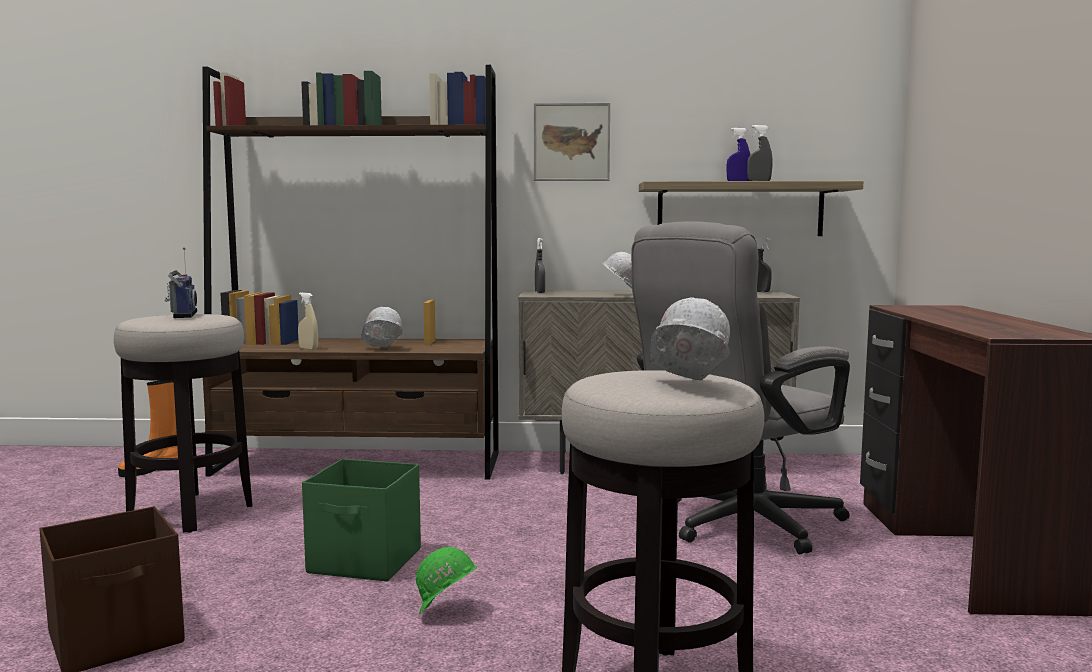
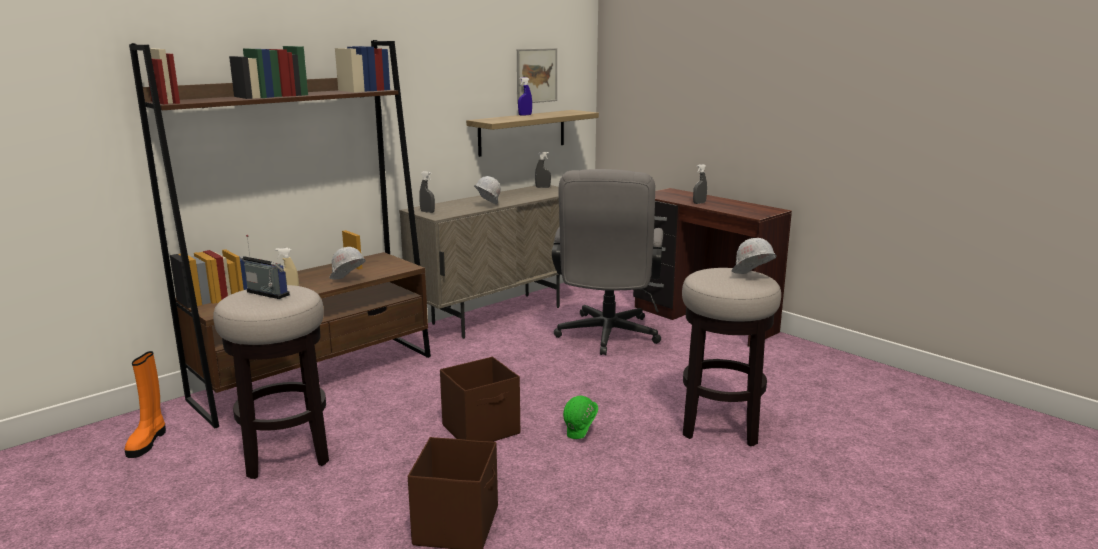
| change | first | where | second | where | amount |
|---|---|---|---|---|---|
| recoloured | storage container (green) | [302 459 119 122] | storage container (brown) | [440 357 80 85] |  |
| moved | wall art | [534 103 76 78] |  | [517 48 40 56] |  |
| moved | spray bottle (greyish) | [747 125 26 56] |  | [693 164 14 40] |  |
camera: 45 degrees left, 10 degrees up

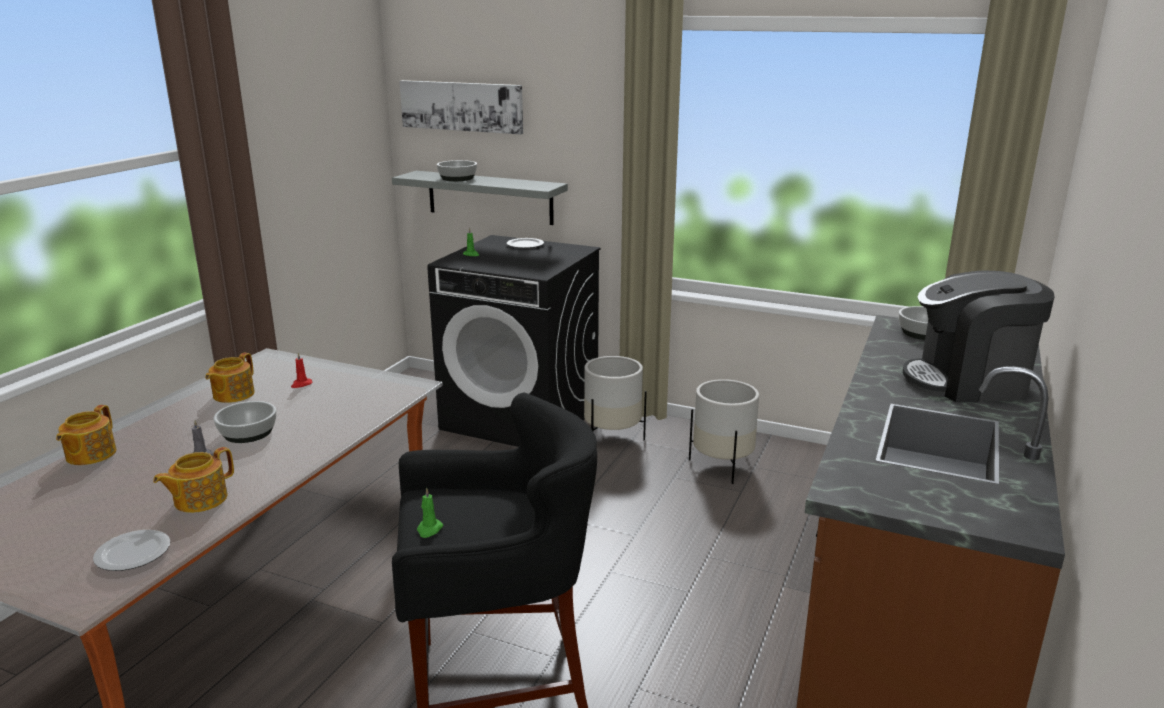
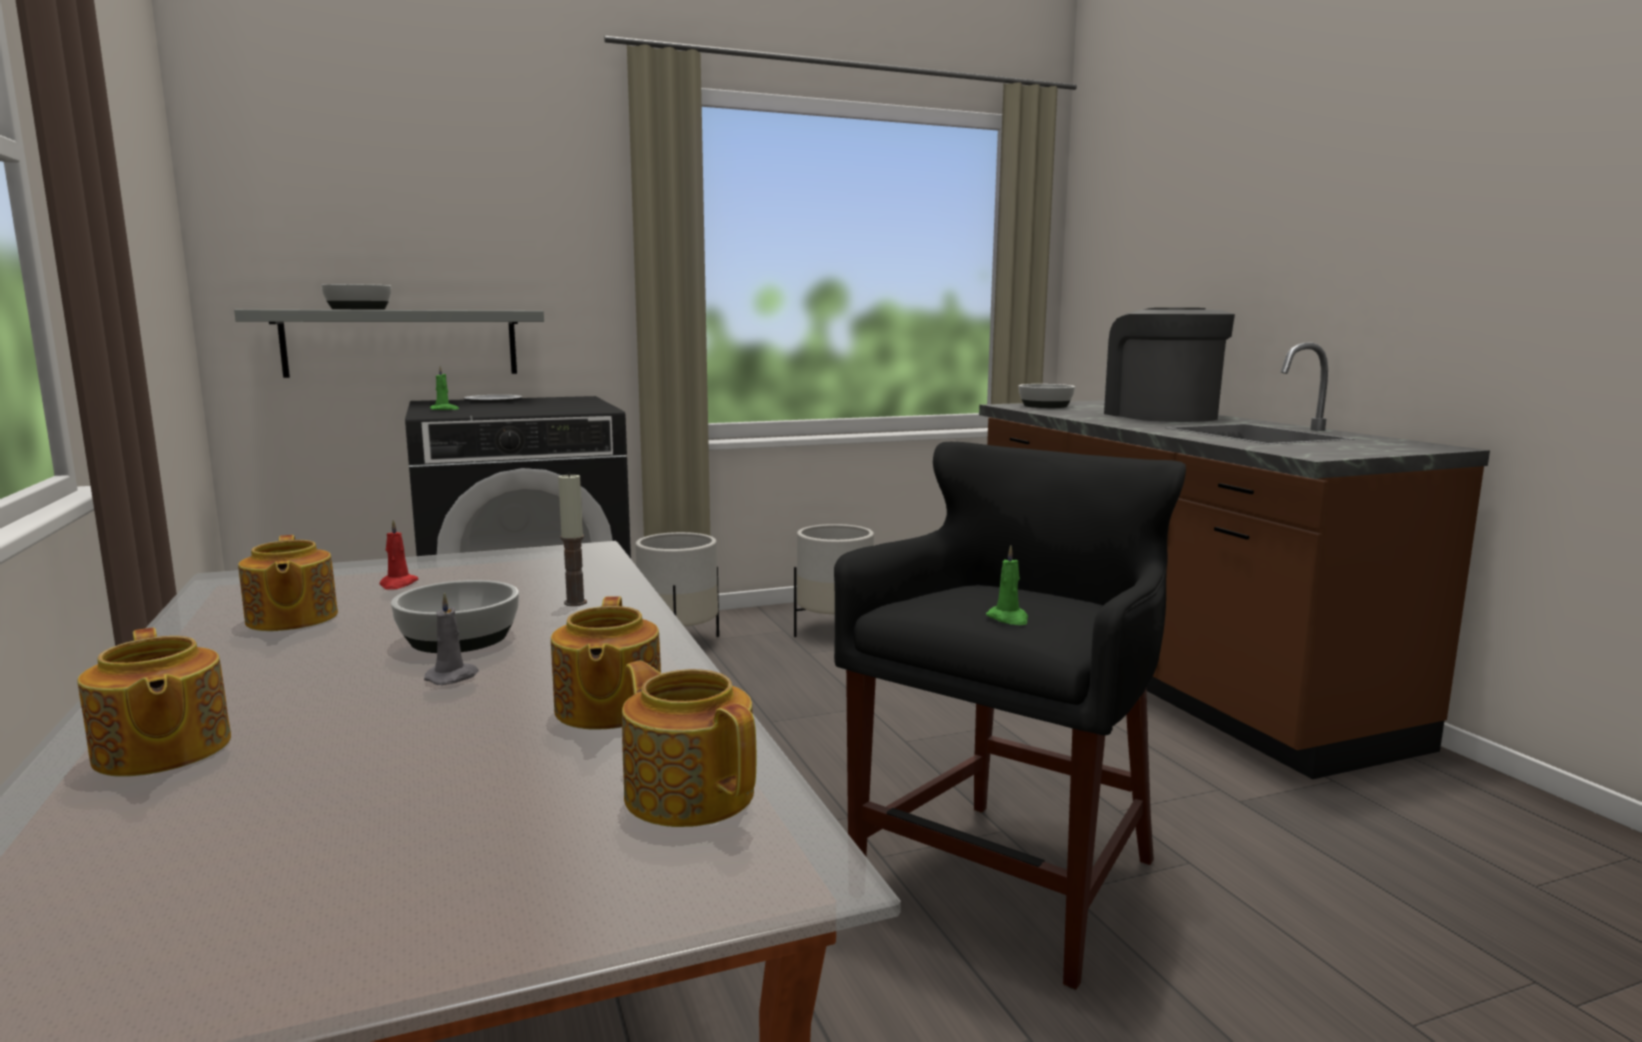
| change | first | where | second | where | amount |
|---|---|---|---|---|---|
| replaced | flat dish | [93 530 77 41] | tea pot | [622 661 135 166] |  |
| removed | wall art | [399 80 124 54] |  |  |  |
| turned | coffee maker | [903 271 152 132] |  | [1104 308 131 114] | 120 degrees clockwise |
| added |  |  | candle | [558 472 29 134] |  |
camera: 45 degrees left, 10 degrees down

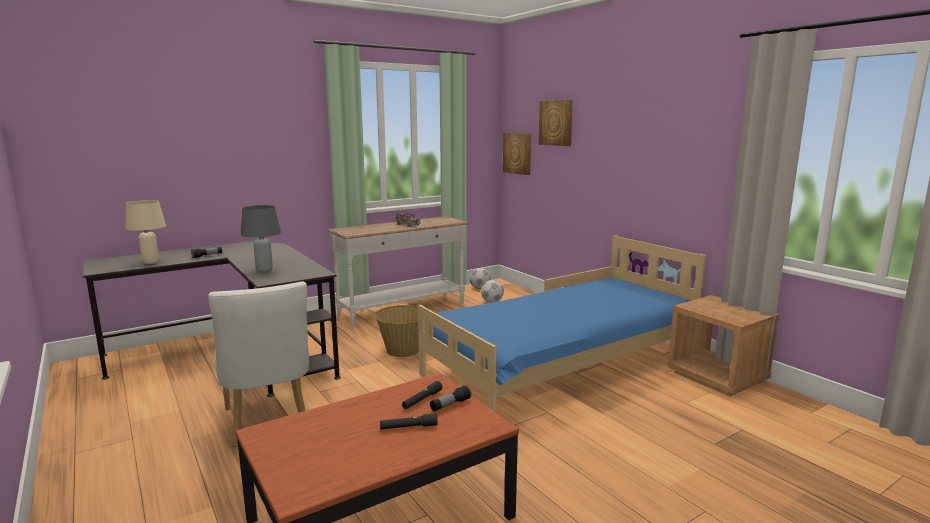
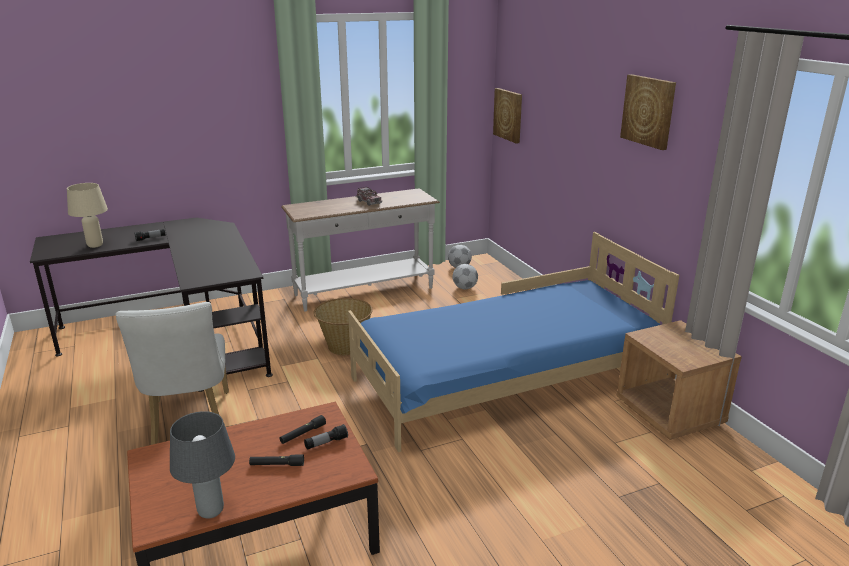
| change | first | where | second | where | amount |
|---|---|---|---|---|---|
| moved | tabletop lamp (greyish) | [241 205 40 68] |  | [170 411 65 107] |  |
| moved | wall art | [539 100 34 46] |  | [620 74 56 76] |  |
camera: 10 degrees right, 10 degrees up

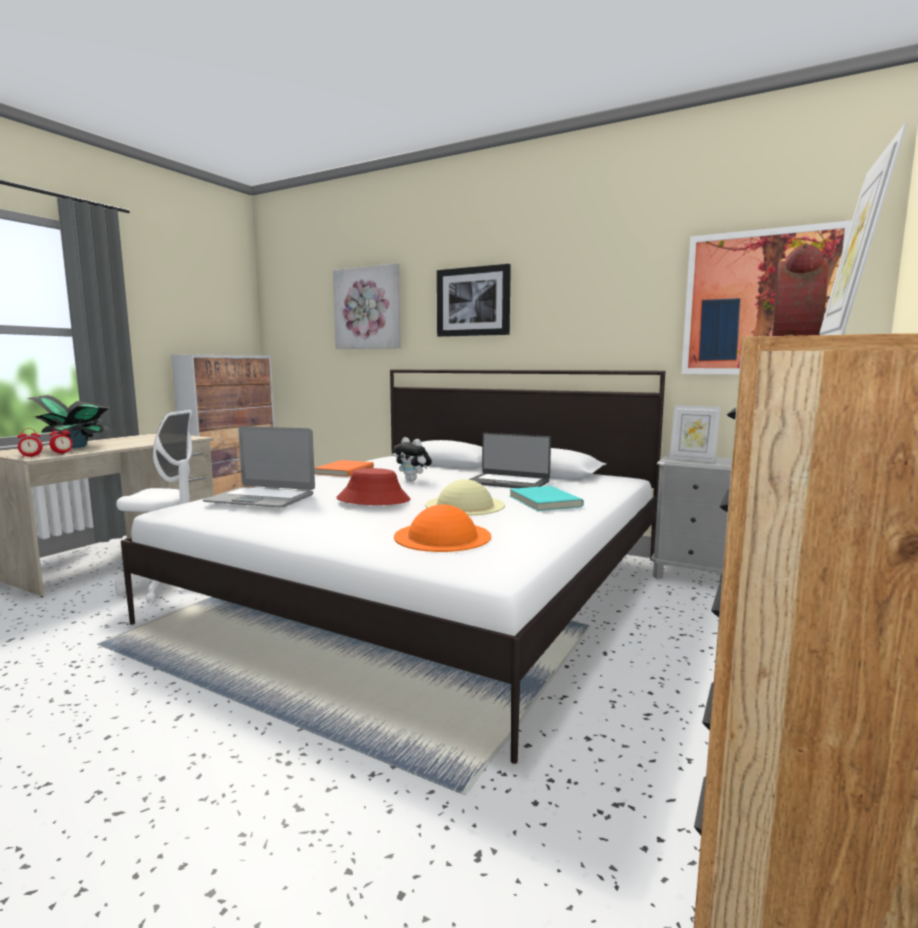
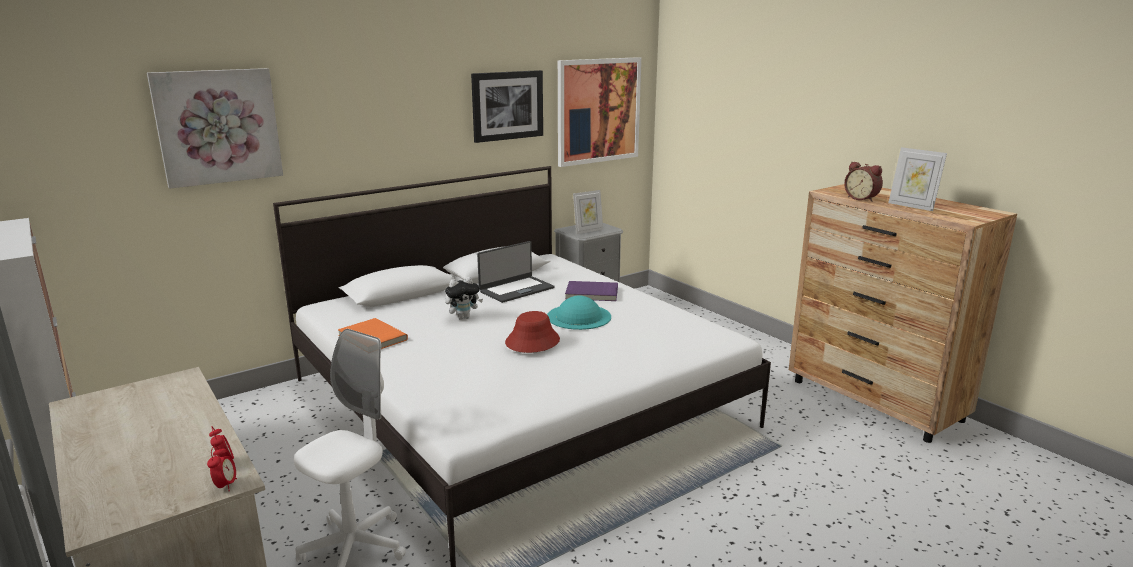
| change | first | where | second | where | amount |
|---|---|---|---|---|---|
| removed | plant in a pot | [27 395 84 53] |  |  |  |
| removed | laptop | [203 426 112 81] |  |  |  |
| removed | clothing hat (orangey) | [394 504 97 48] |  |  |  |
| recoloured | clothing hat (sand-coloured) | [425 479 80 37] | clothing hat (blue-green) | [547 296 64 34] |  |
| moved | wall art | [437 264 74 73] |  | [471 70 72 73] |  |
| recoloured | bound book (blue-green) | [510 486 74 25] | bound book (purplish) | [565 281 53 20] |  |
camera: 65 degrees left, 10 degrees up

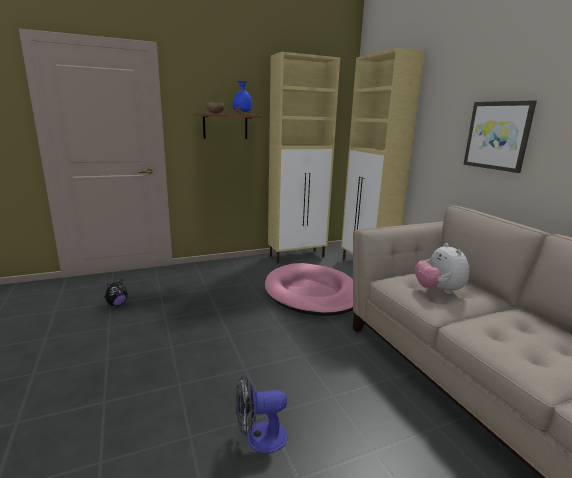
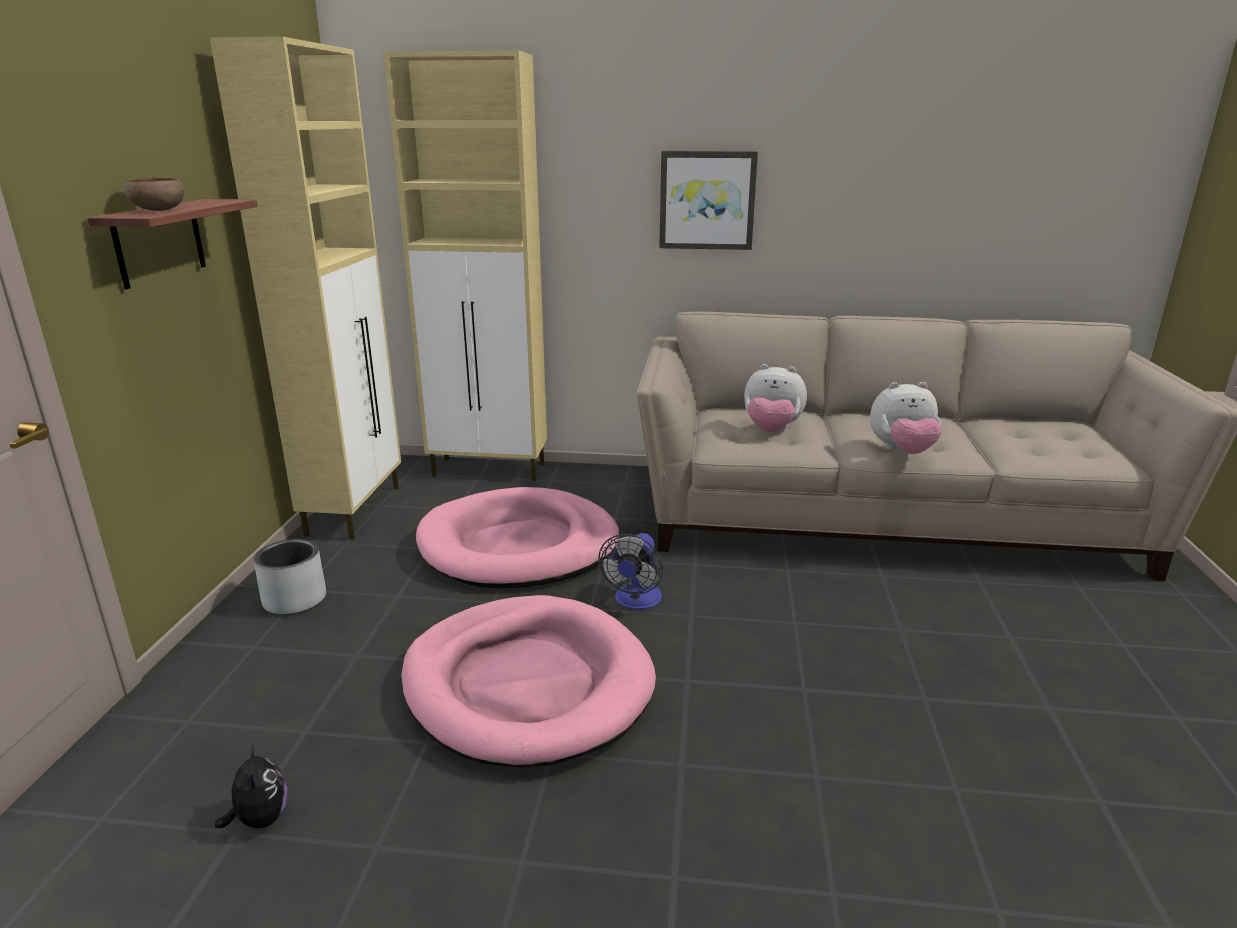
| change | first | where | second | where | amount |
|---|---|---|---|---|---|
| removed | flower vase (bluish) | [233 81 20 33] |  |  |  |
| moved | fan | [235 375 52 78] |  | [598 533 65 77] |  |
| added |  |  | flower pot (greyish) | [253 539 73 76] |  |
| added |  |  | dog cushion (pinkish) | [401 595 255 173] |  |
| added |  |  | cuddly toy | [870 382 72 72] |  |
camera: 60 degrees left, 5 degrees up

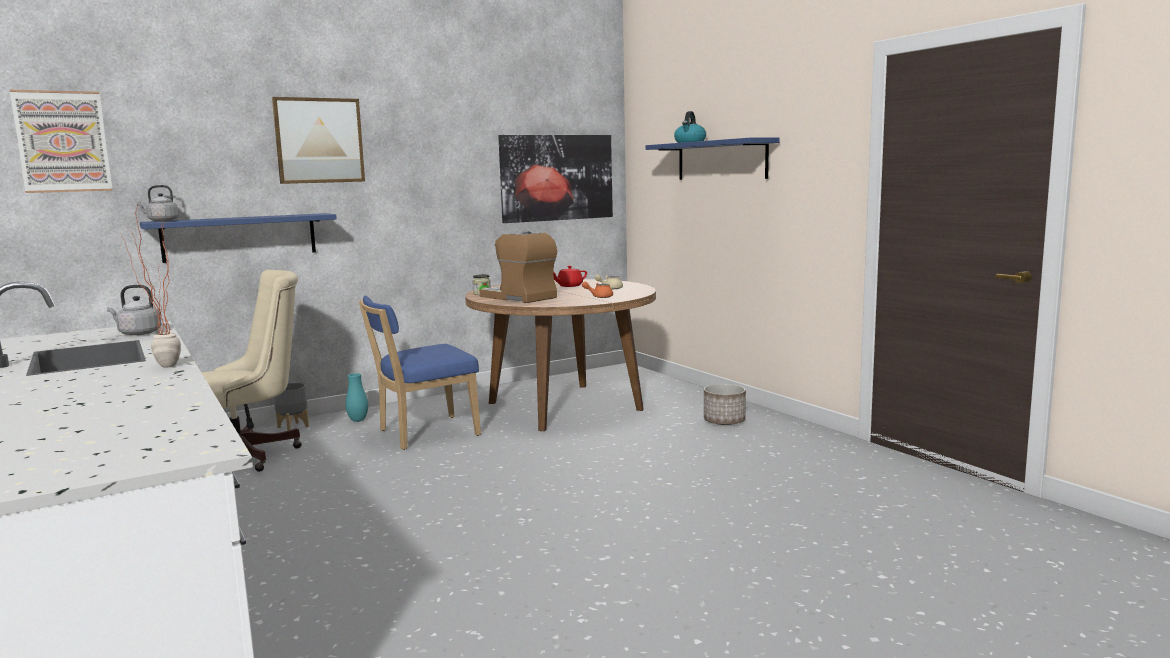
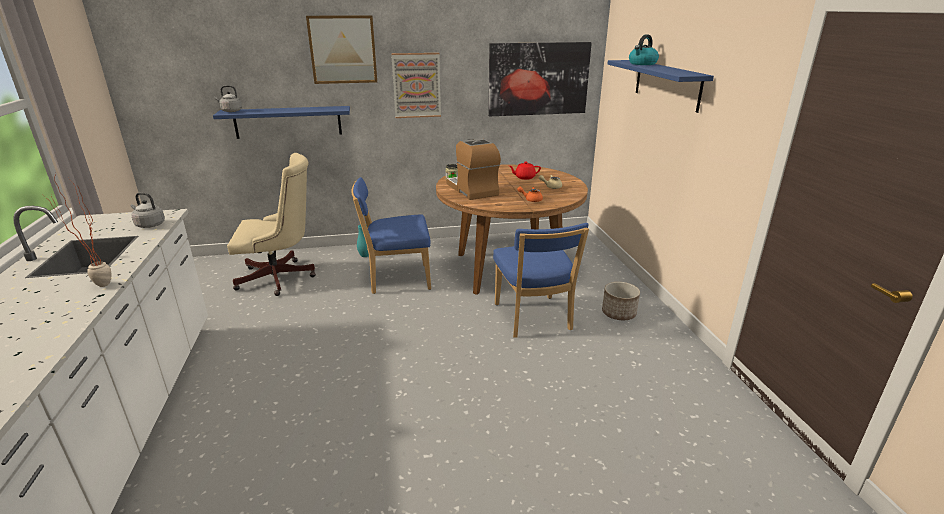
| change | first | where | second | where | amount |
|---|---|---|---|---|---|
| moved | wall art | [10 90 103 103] |  | [391 53 50 65] |  |
| removed | flower pot (greyish) | [274 383 35 48] |  |  |  |
| added |  |  | plain chair (bluish) | [493 223 96 115] |  |
camera: 20 degrees right, 15 degrees up

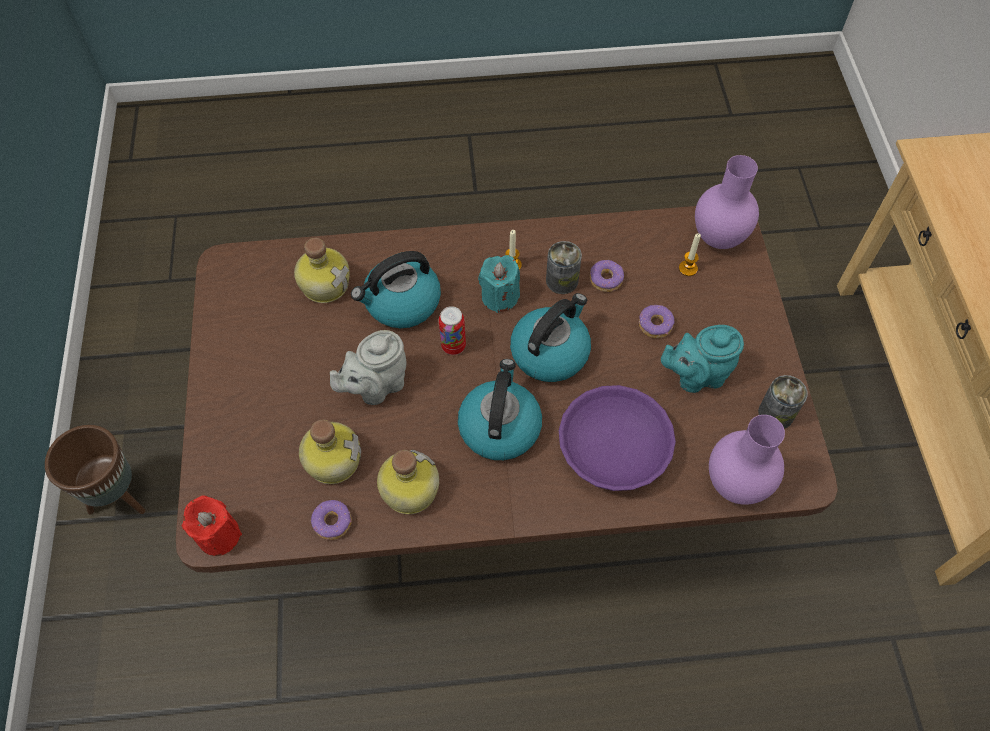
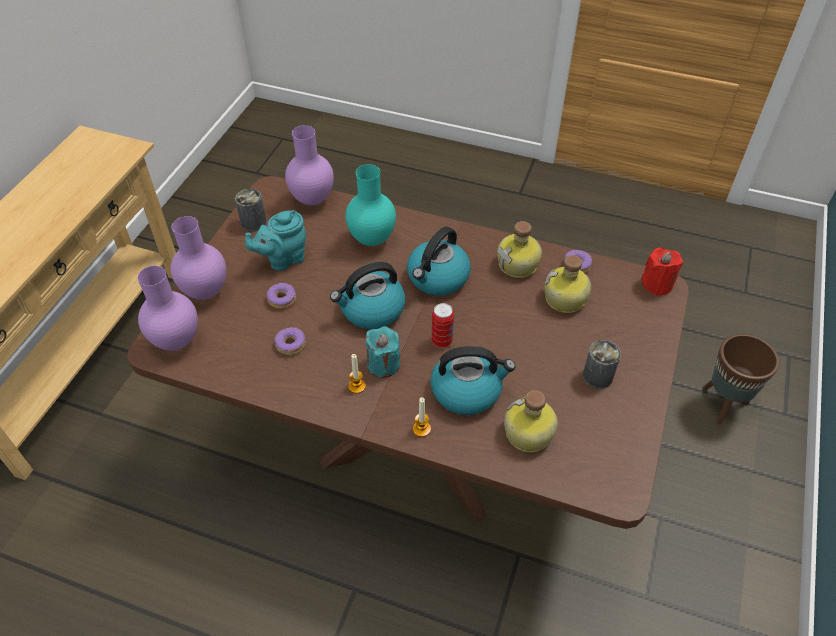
| change | first | where | second | where | amount |
|---|---|---|---|---|---|
| moved | flower pot (brown) | [45 425 100 90] |  | [703 334 76 91] |  |
| removed | tea pot (greyish) | [330 330 76 75] |  |  |  |
| moved | can | [546 241 36 53] |  | [583 340 38 49] |  |
| replaced | deep dish (purplish) | [559 385 117 106] | flower vase (blue-green) | [345 164 51 82] |  |
| turned | tea pot (blue-green) | [661 325 83 68] |  | [245 210 61 61] | 135 degrees clockwise |
| moved | candle | [679 234 22 42] |  | [413 397 18 40] |  |
| added |  |  | flower vase (purplish) | [171 216 55 84] |  |
camera: 155 degrees left, 10 degrees down

